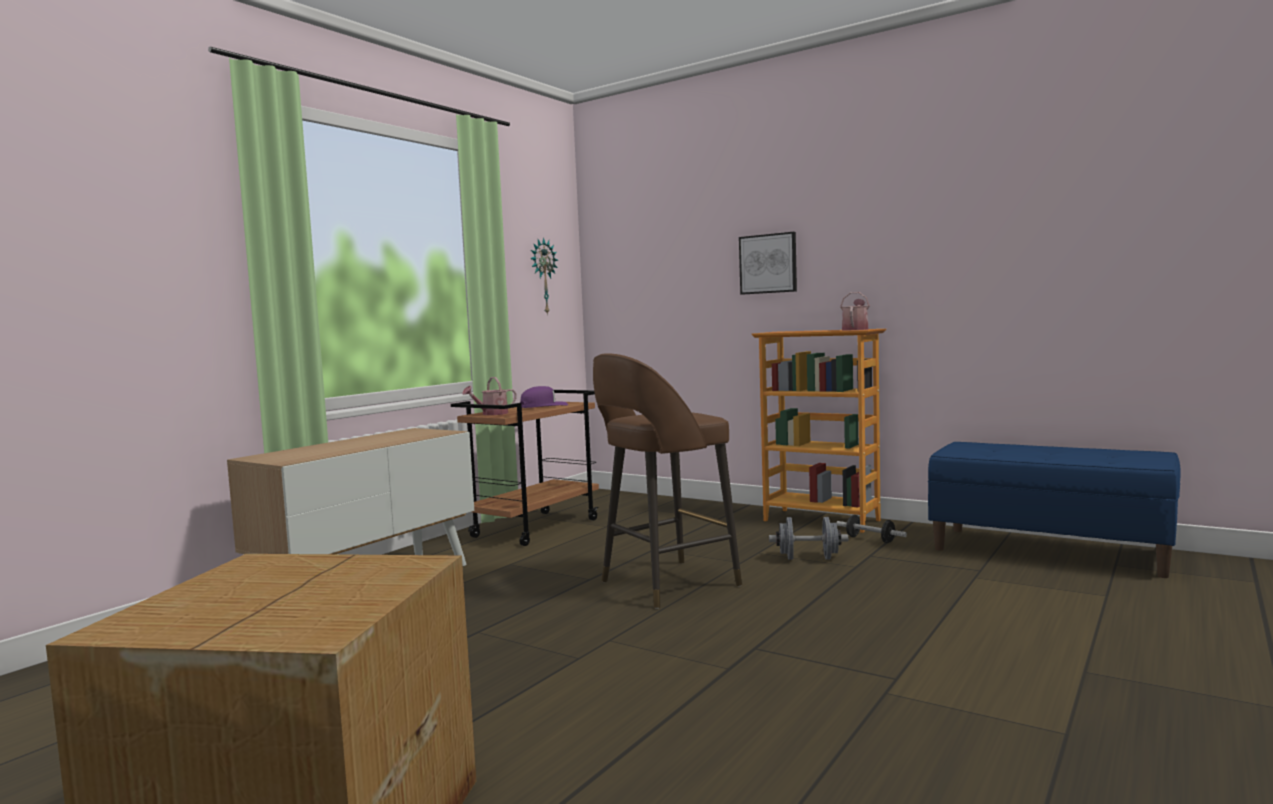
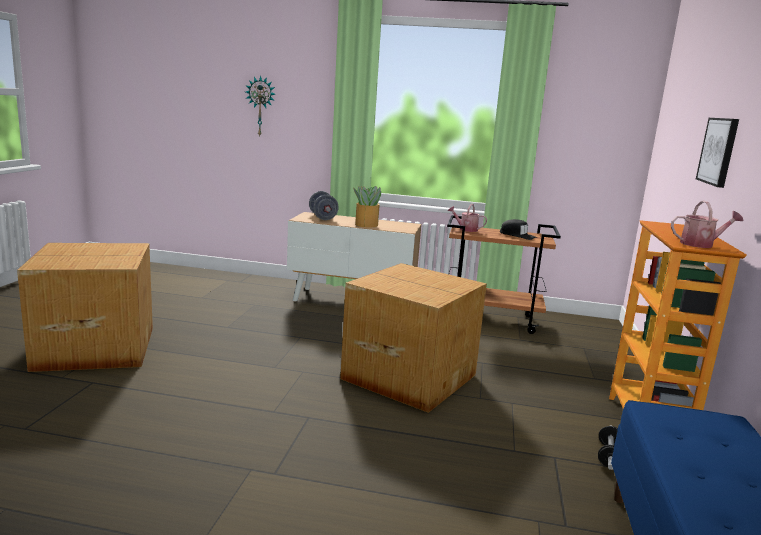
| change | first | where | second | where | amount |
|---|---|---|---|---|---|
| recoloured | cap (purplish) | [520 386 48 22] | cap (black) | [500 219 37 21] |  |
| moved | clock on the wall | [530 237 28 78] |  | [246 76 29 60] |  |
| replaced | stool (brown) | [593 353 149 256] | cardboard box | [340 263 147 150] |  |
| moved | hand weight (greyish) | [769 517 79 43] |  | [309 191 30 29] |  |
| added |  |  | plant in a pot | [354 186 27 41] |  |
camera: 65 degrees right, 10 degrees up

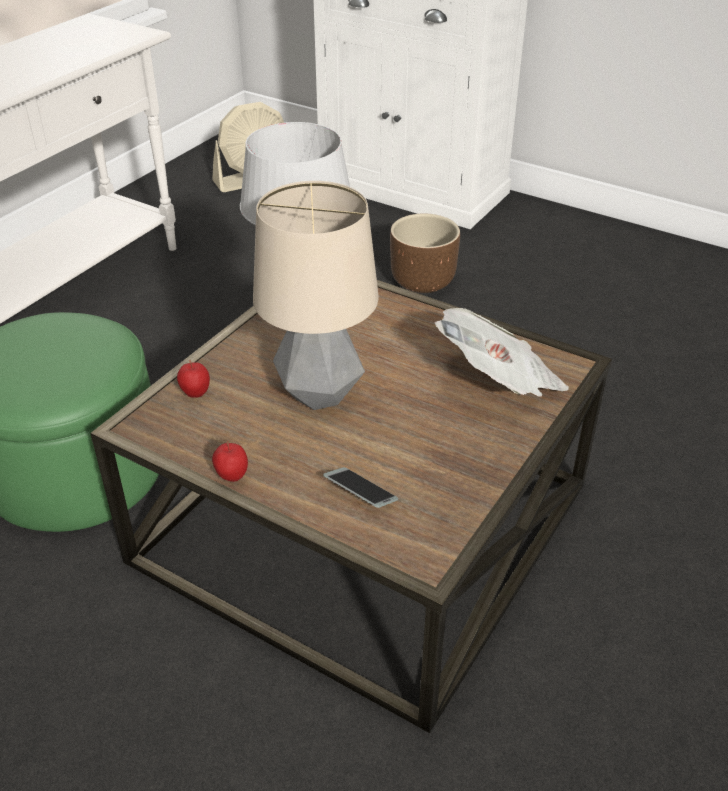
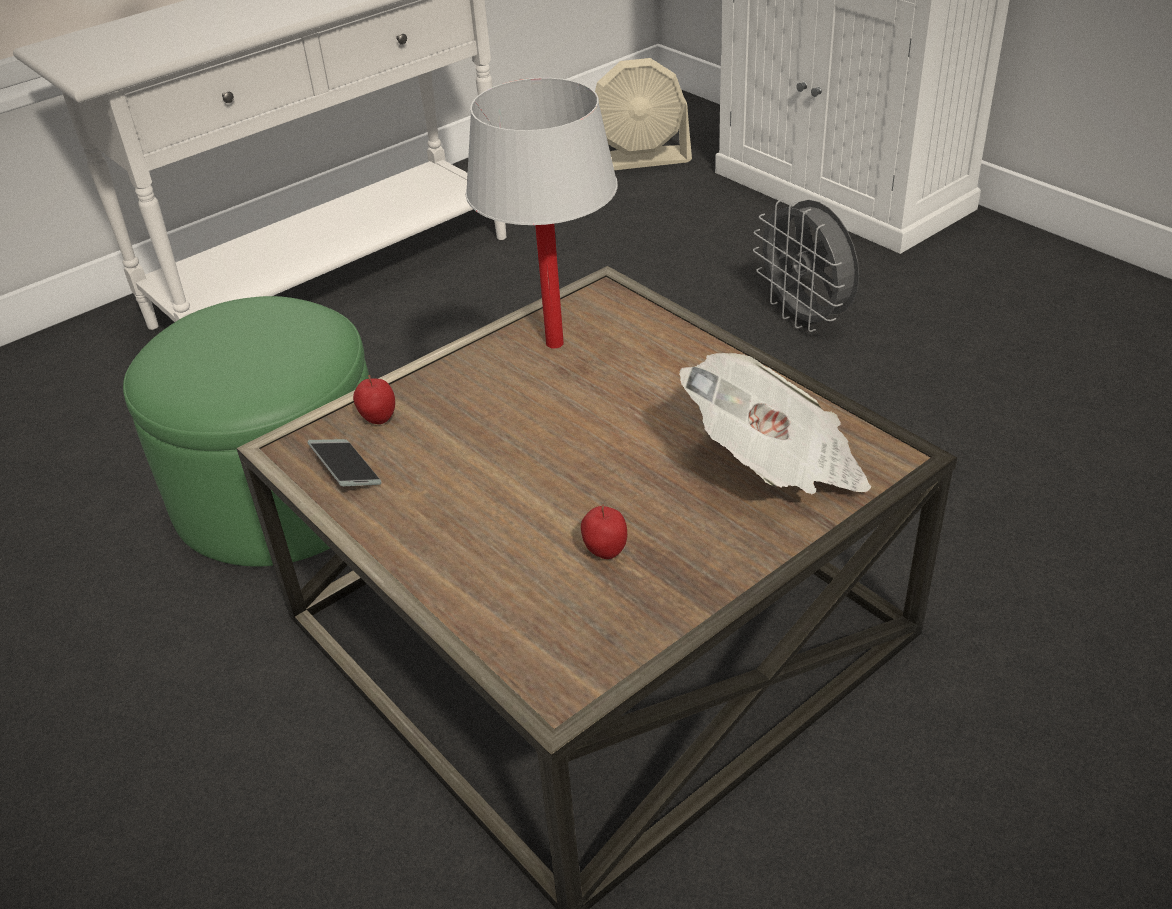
| change | first | where | second | where | amount |
|---|---|---|---|---|---|
| moved | apple | [212 442 36 40] |  | [581 505 46 54] |  |
| removed | tabletop lamp | [253 181 126 229] |  |  |  |
| moved | telephone | [323 467 75 41] |  | [308 439 74 47] |  |
| replaced | flower pot (brown) | [390 214 70 79] | fan (greyish) | [753 199 106 133] |  |
camera: 20 degrees right, 0 degrees up

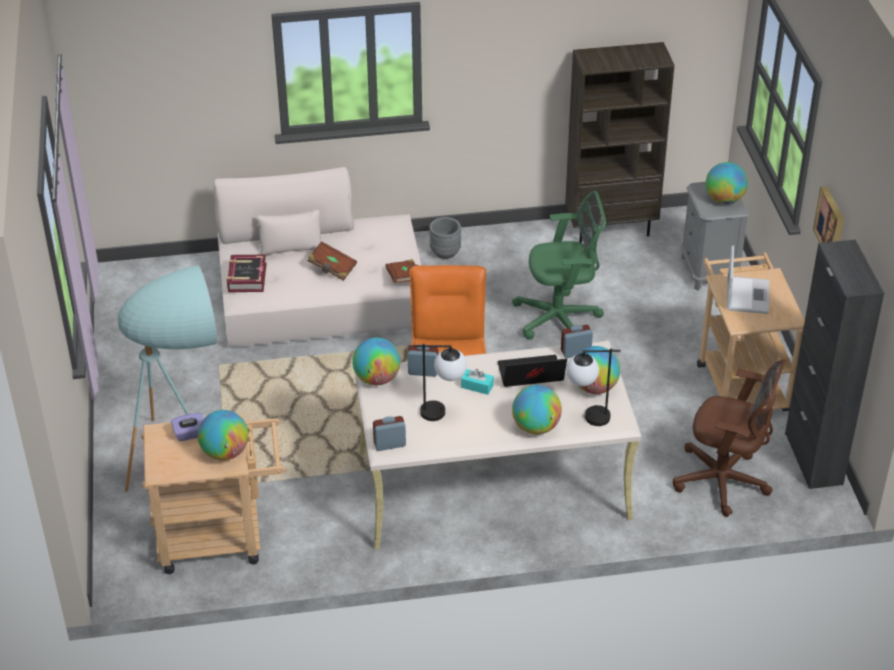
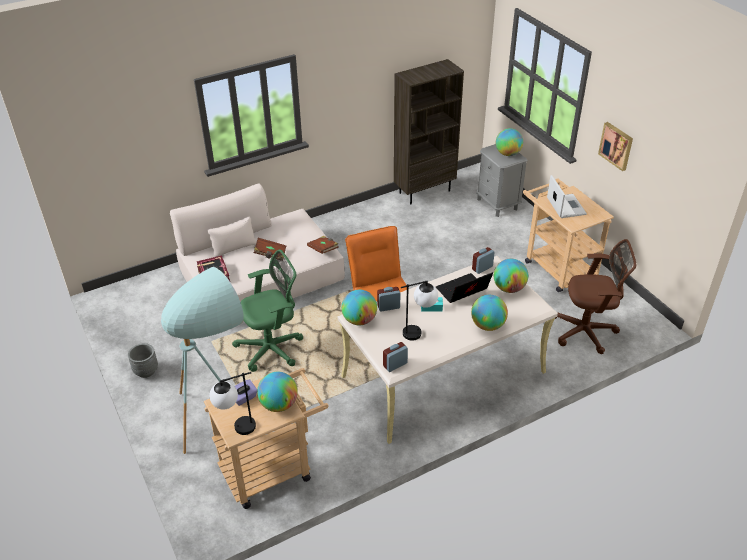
| change | first | where | second | where | amount |
|---|---|---|---|---|---|
| moved | flower pot (greyish) | [430 217 31 42] |  | [128 343 30 35] |  |
| moved | desk chair (green) | [512 191 94 149] |  | [232 249 71 123] |  |
| moved | tabletop lamp | [566 349 54 77] |  | [209 372 47 63] |  |
| removed | cabinet (black) | [785 240 99 249] |  |  |  |
camera: 20 degrees left, 0 degrees up

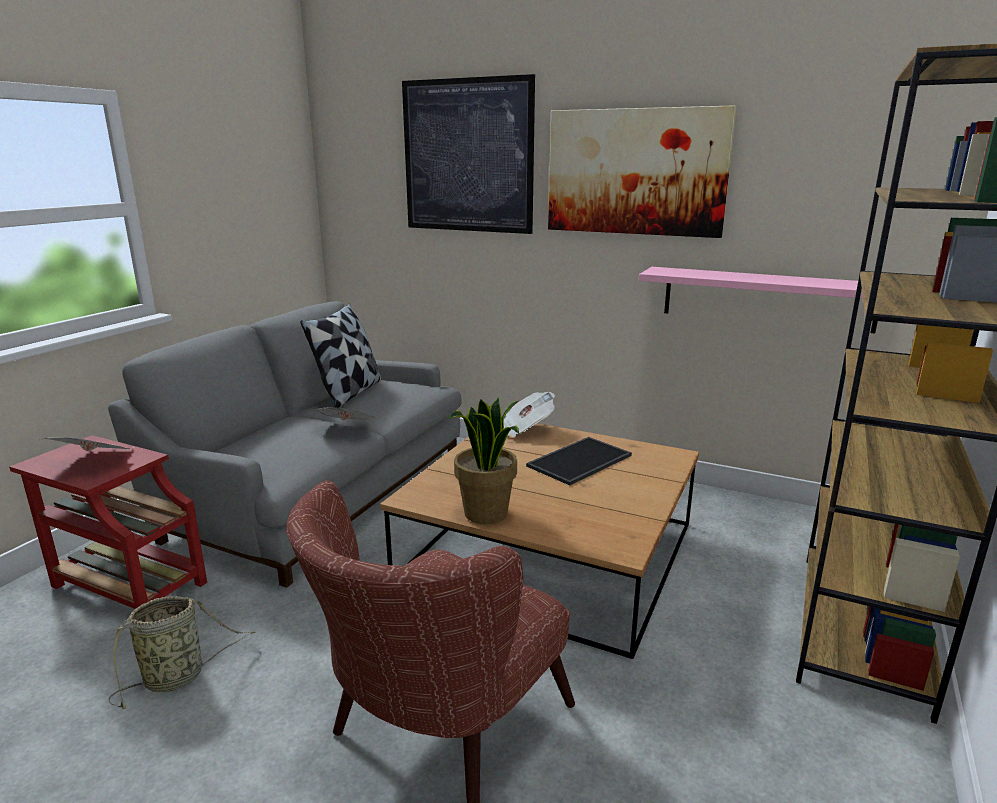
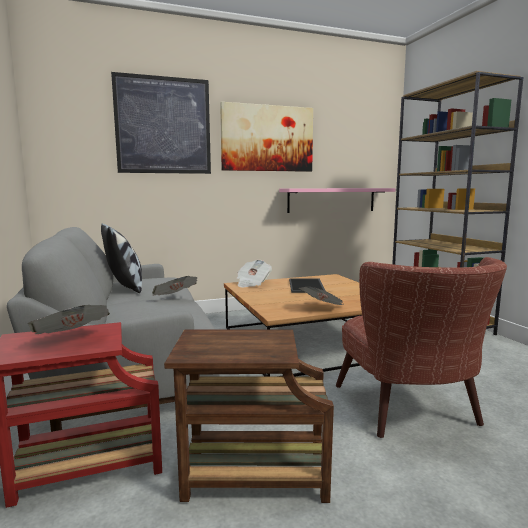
| change | first | where | second | where | amount |
|---|---|---|---|---|---|
| replaced | basket | [109 596 147 113] | accent table (brown) | [164 330 170 173] |  |
| replaced | plant in a pot | [448 397 72 127] | newspaper | [299 287 44 18] |  |
camera: 45 degrees left, 10 degrees down

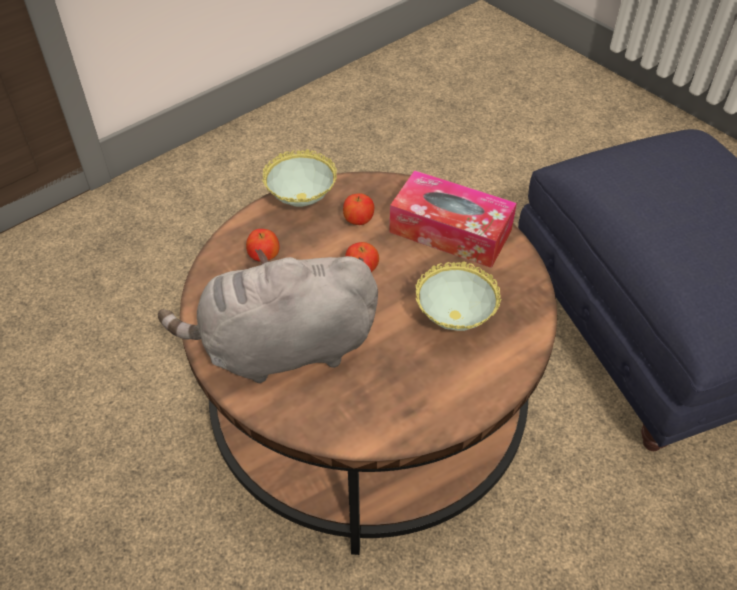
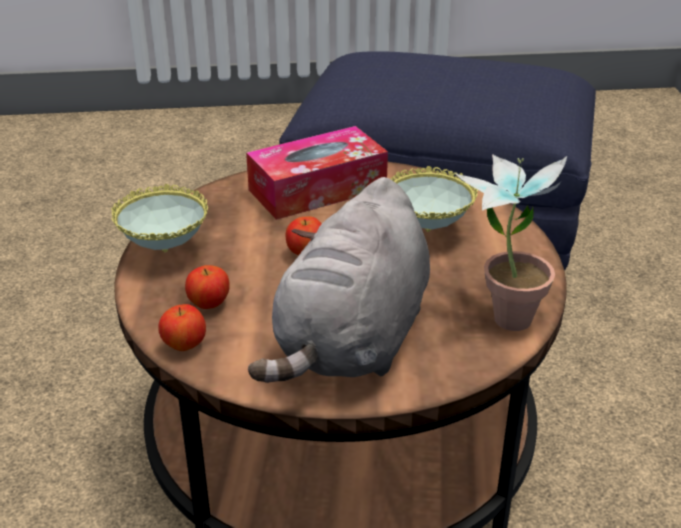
| change | first | where | second | where | amount |
|---|---|---|---|---|---|
| moved | apple | [343 193 31 32] |  | [158 304 48 47] |  |
| added |  |  | plant in a pot | [455 154 112 177] |  |
camera: 55 degrees left, 15 degrees down

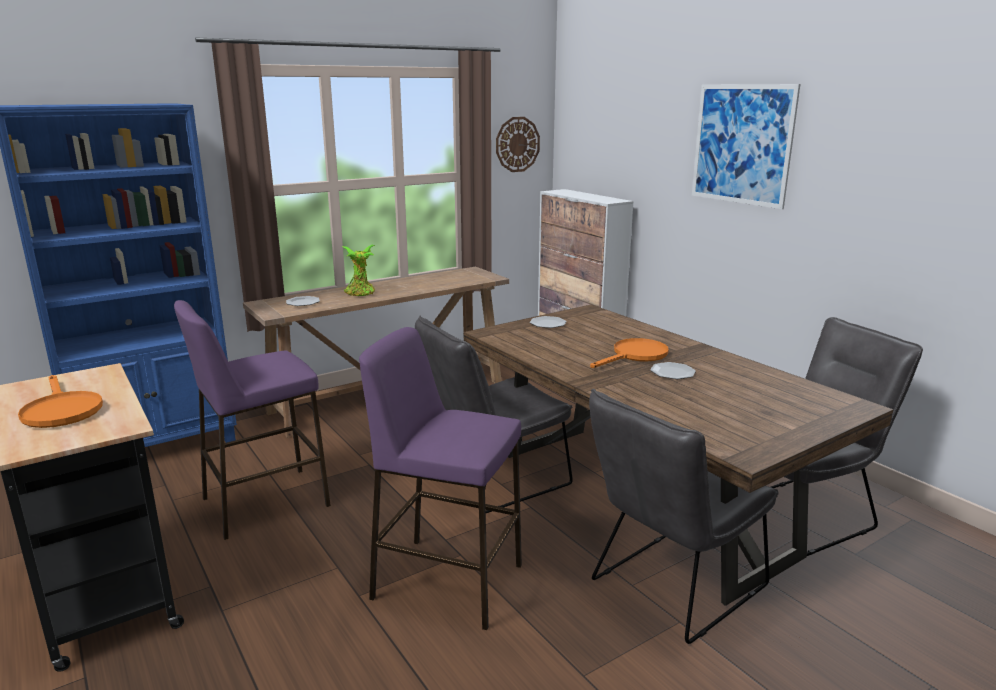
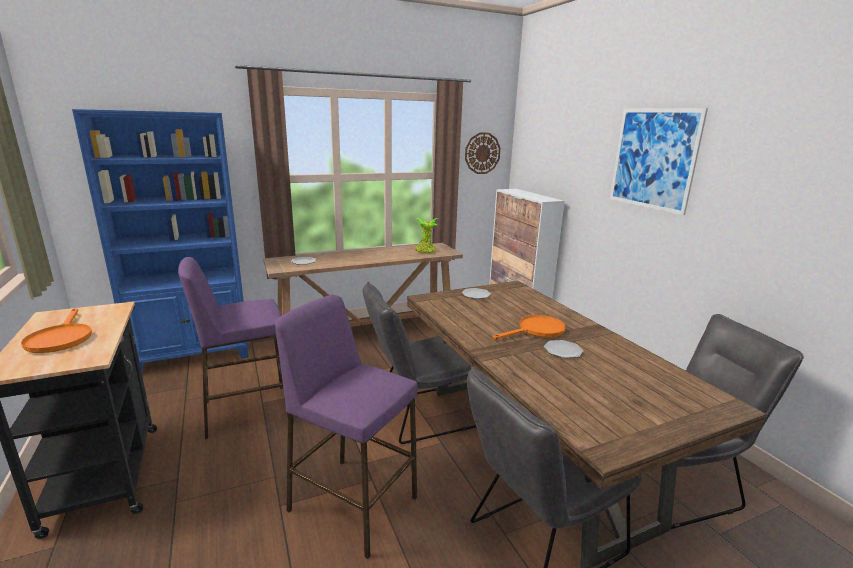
| change | first | where | second | where | amount |
|---|---|---|---|---|---|
| moved | plant in a pot | [342 245 33 51] |  | [415 218 24 35] |  |
camera: 10 degrees right, 0 degrees up

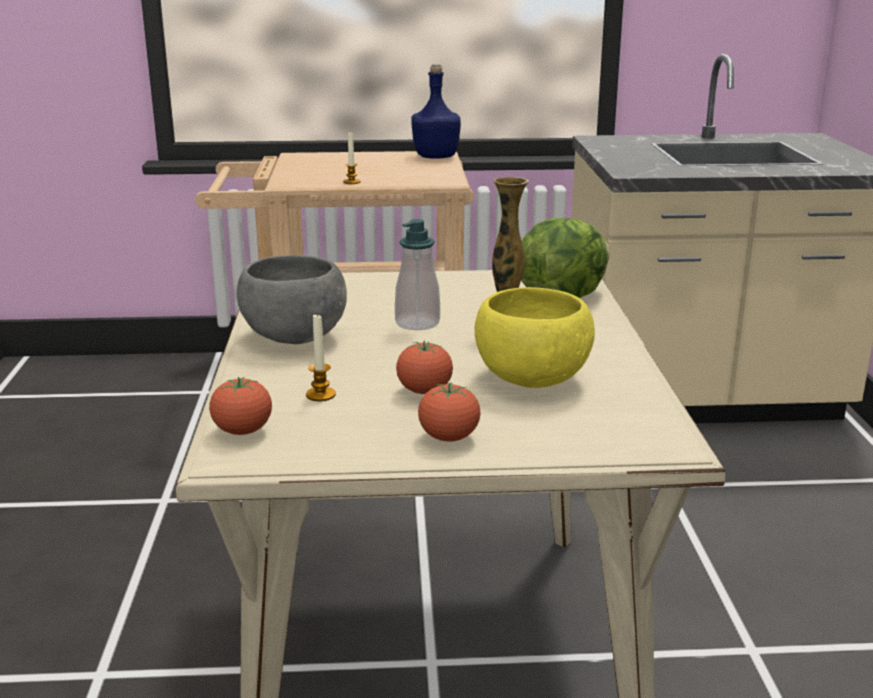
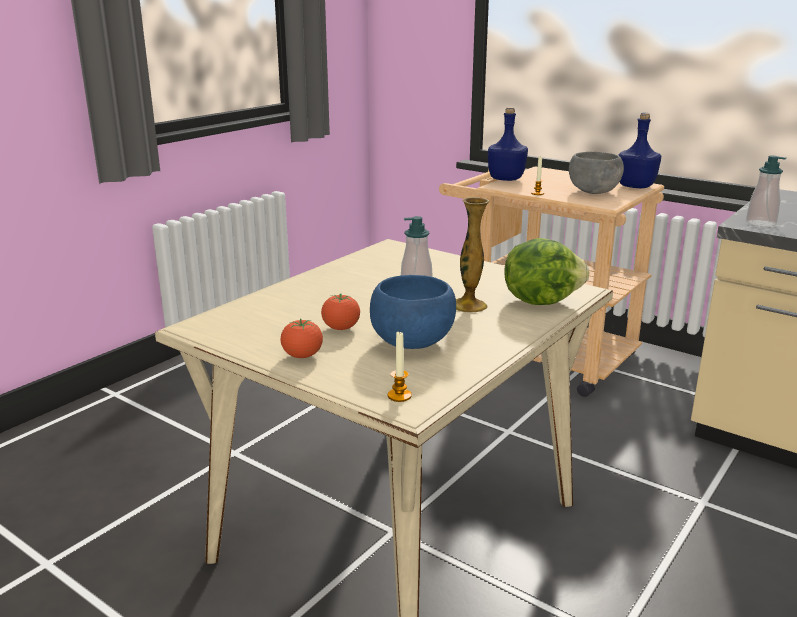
| change | first | where | second | where | amount |
|---|---|---|---|---|---|
| removed | tomato | [209 377 63 58] |  |  |  |
| moved | deep dish (greyish) | [237 255 110 89] |  | [569 152 55 42] |  |
| moved | candle | [306 315 30 87] |  | [388 332 24 70] |  |
| recoloured | deep dish (yellowish) | [475 287 120 101] | deep dish (bluish) | [370 275 86 74] |  |
| added |  |  | bottle (bluish) | [488 107 40 74] |  |
| added |  |  | soap dispenser | [746 156 40 71] |  |
camera: 40 degrees right, 0 degrees up

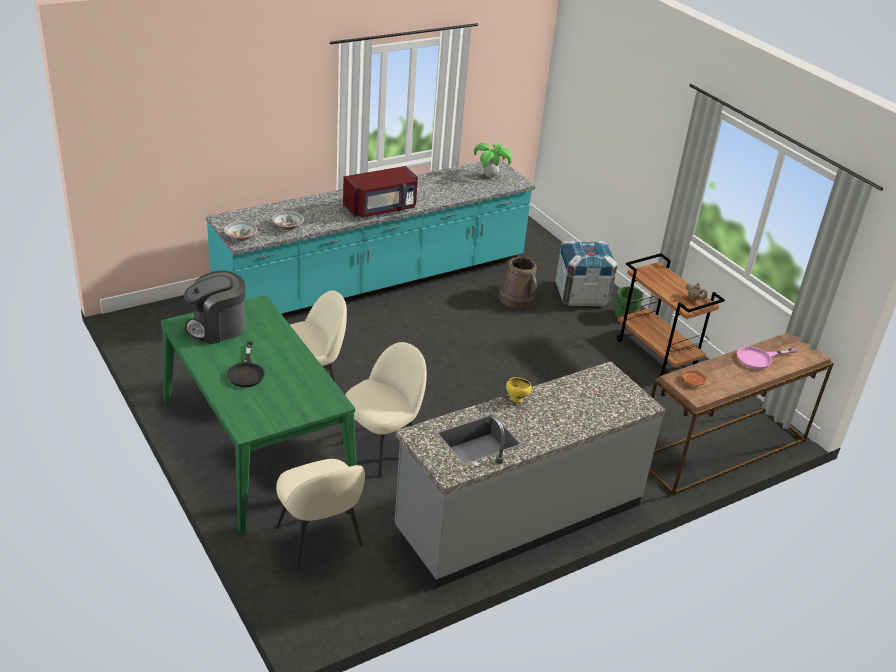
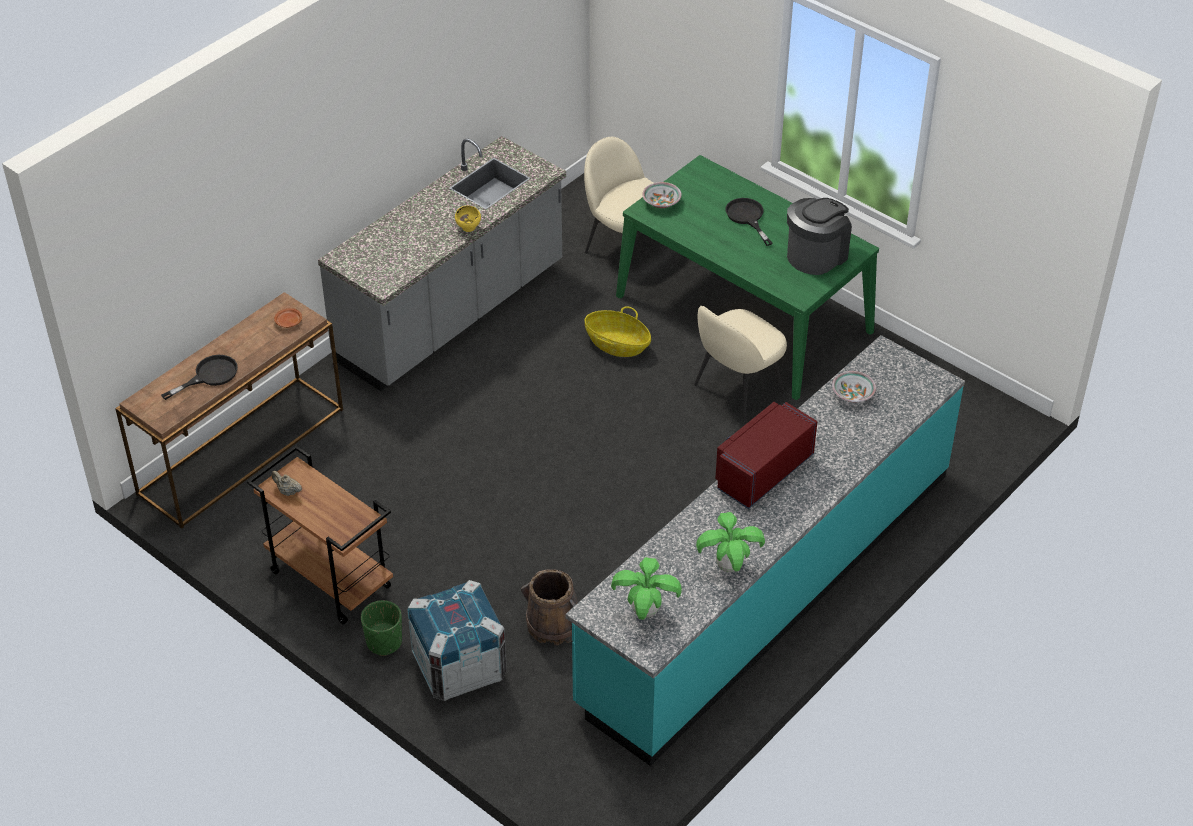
| change | first | where | second | where | amount |
|---|---|---|---|---|---|
| moved | deep dish | [224 221 33 20] |  | [642 182 40 26] |  |
| replaced | plain chair (sand-coloured) | [341 342 86 135] | basket | [584 306 67 51] |  |
| recoloured | frying pan (pinkish) | [737 346 61 23] | frying pan (black) | [161 355 77 45] |  |
| added |  |  | plant in a pot | [696 512 69 60] |  |
camera: 165 degrees right, 10 degrees up

